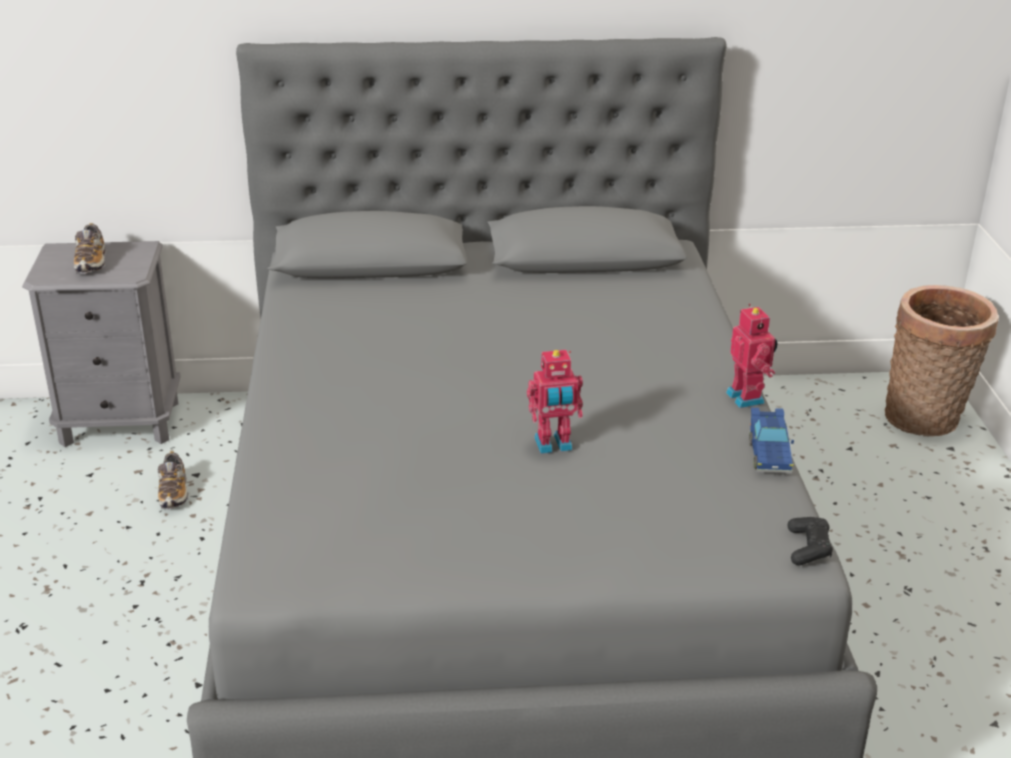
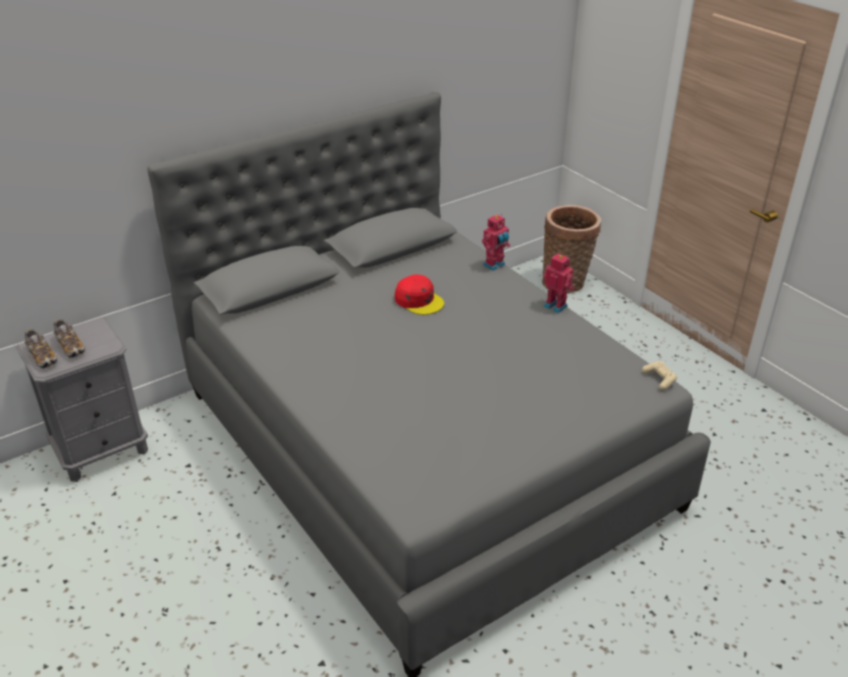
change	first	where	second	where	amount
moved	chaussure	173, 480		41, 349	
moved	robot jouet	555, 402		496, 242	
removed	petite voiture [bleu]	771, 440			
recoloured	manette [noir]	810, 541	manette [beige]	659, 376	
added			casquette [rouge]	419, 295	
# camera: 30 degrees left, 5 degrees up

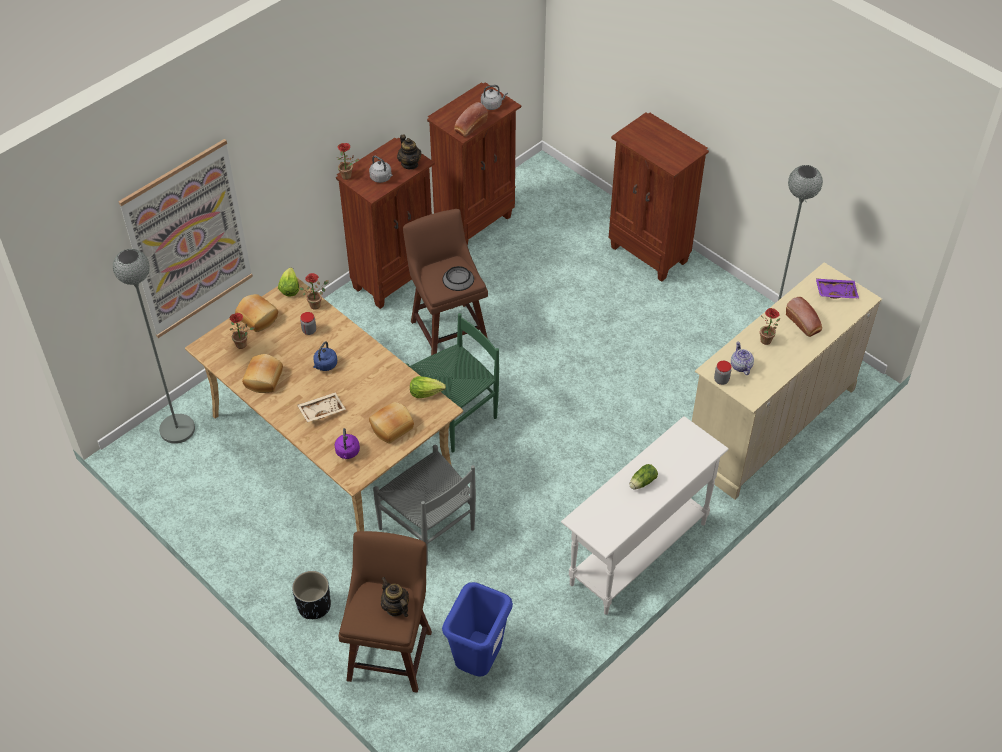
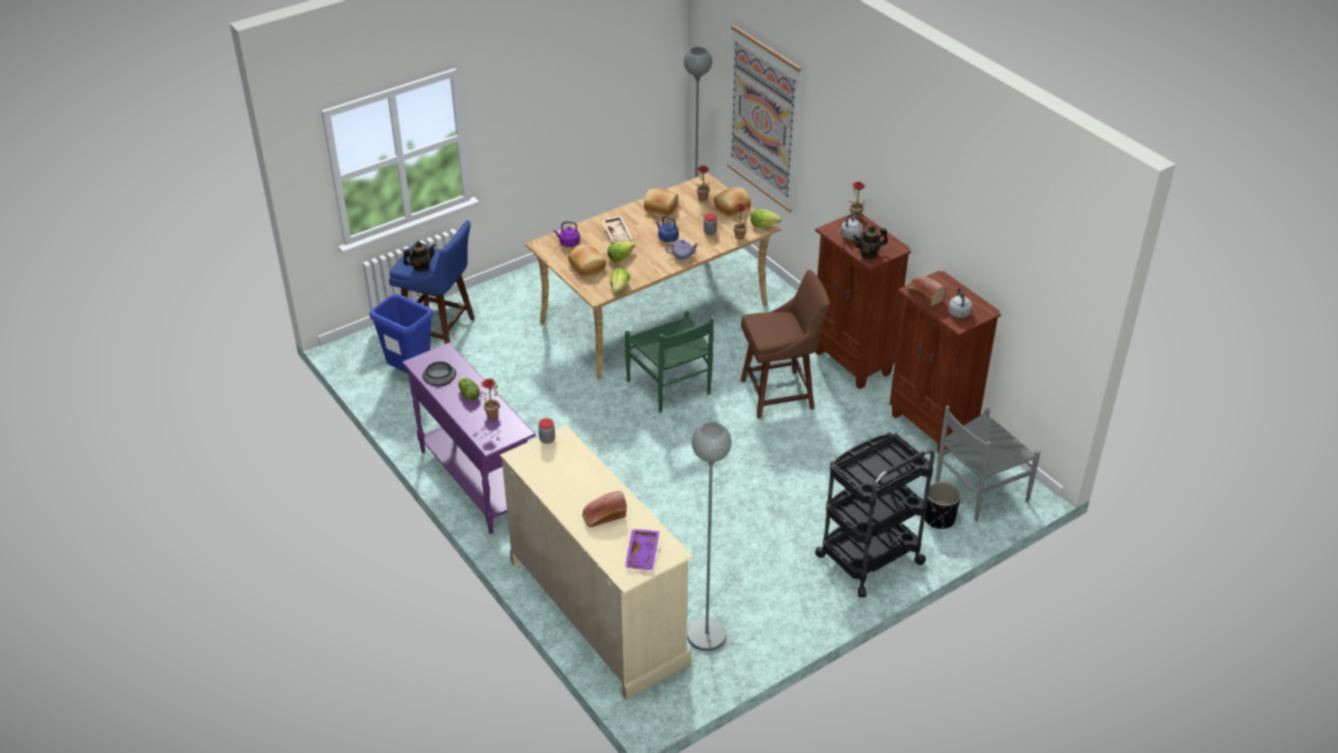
change	first	where	second	where	amount
moved	cache-pot [noir]	311, 595		943, 505	
recoloured	tabouret [marron]	385, 612	tabouret [bleu]	432, 282	
moved	chaise [gris]	424, 505		988, 464	
moved	bol	458, 278		439, 374	
recoloured	table console [blanc]	645, 515	table console [violet]	469, 438	
replaced	meuble de rangement [marron]	659, 197	chariot [noir]	874, 515	
moved	théière	742, 358		682, 250	
moved	plante en pot	770, 326		486, 399	
added			laitue	622, 251	
# camera: 100 degrees right, 10 degrees down

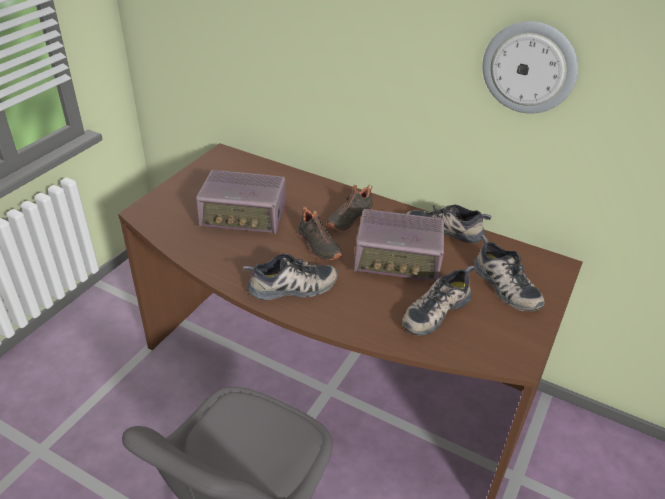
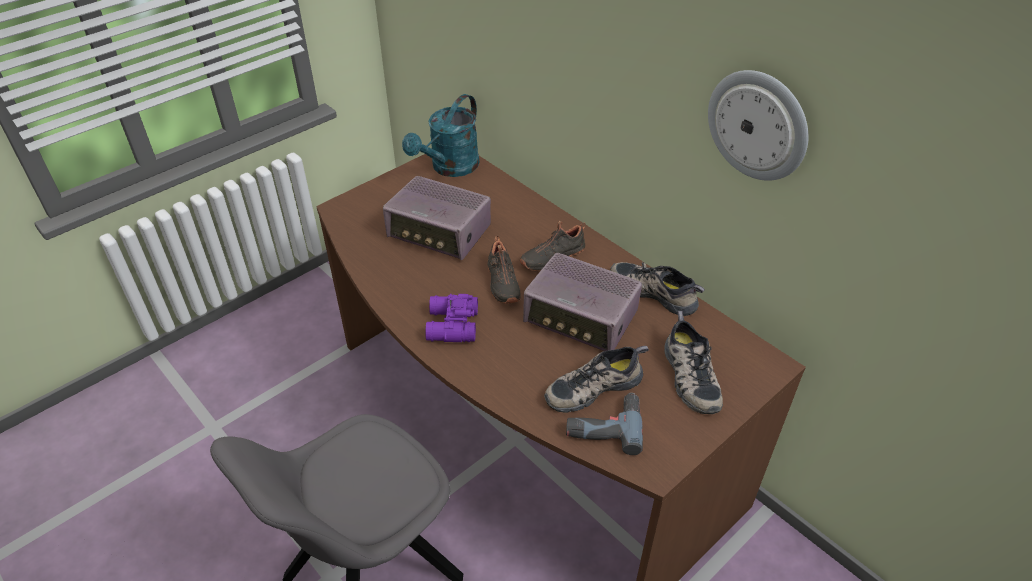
change	first	where	second	where	amount
replaced	chaussure	290, 276	jumelles [violet]	451, 318	
added			arrosoir [turquoise]	441, 135	
added			perceuse	604, 424	
# camera: 20 degrees right, 5 degrees up

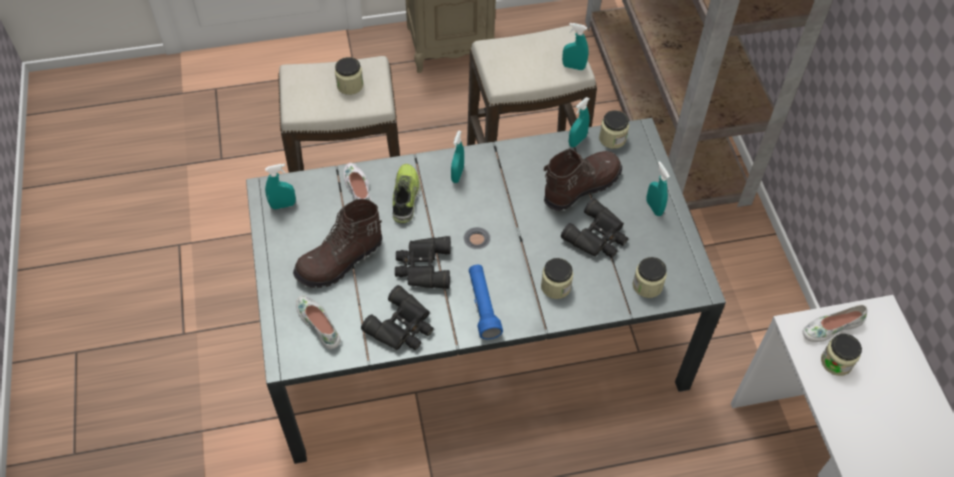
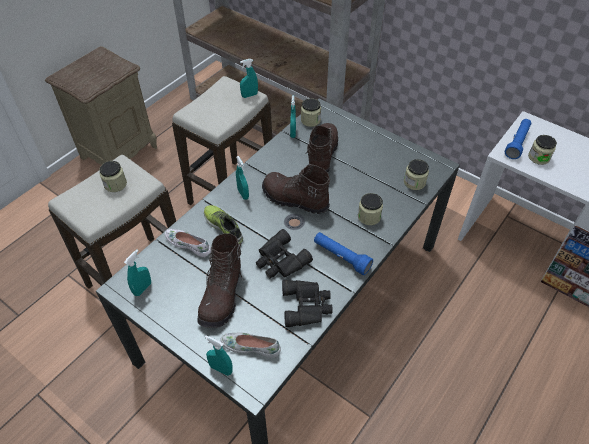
change	first	where	second	where	amount
removed	jumelles [noir]	594, 228			
moved	vaporisateur [turquoise]	658, 188		219, 355	
replaced	chaussure [blanc]	835, 323	lampe de poche [bleu]	518, 139	
added			botte [marron]	296, 189	
# camera: 40 degrees left, 5 degrees down

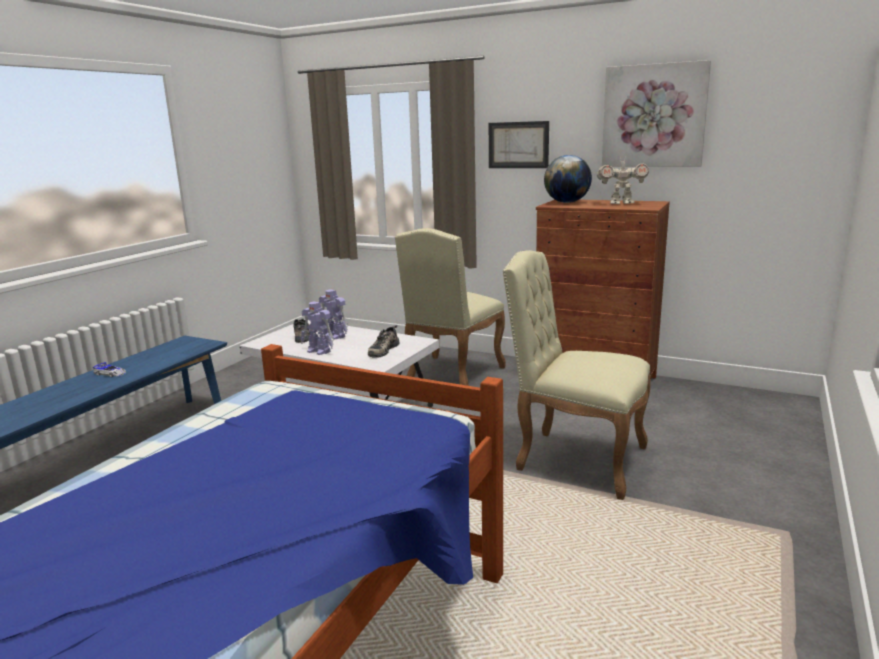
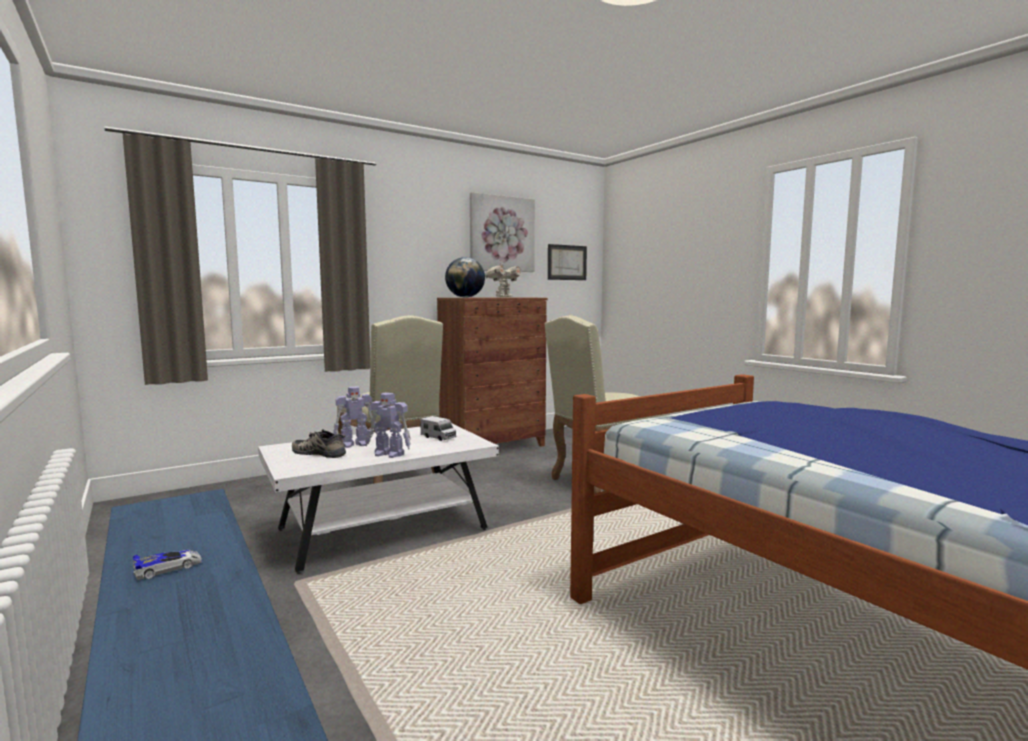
change	first	where	second	where	amount
turned	robot jouet	317, 328		388, 425	45 degrees clockwise
replaced	chaussure	384, 341	camion jouet	439, 428	
moved	tableau	519, 144		567, 262	
# camera: 60 degrees left, 10 degrees down

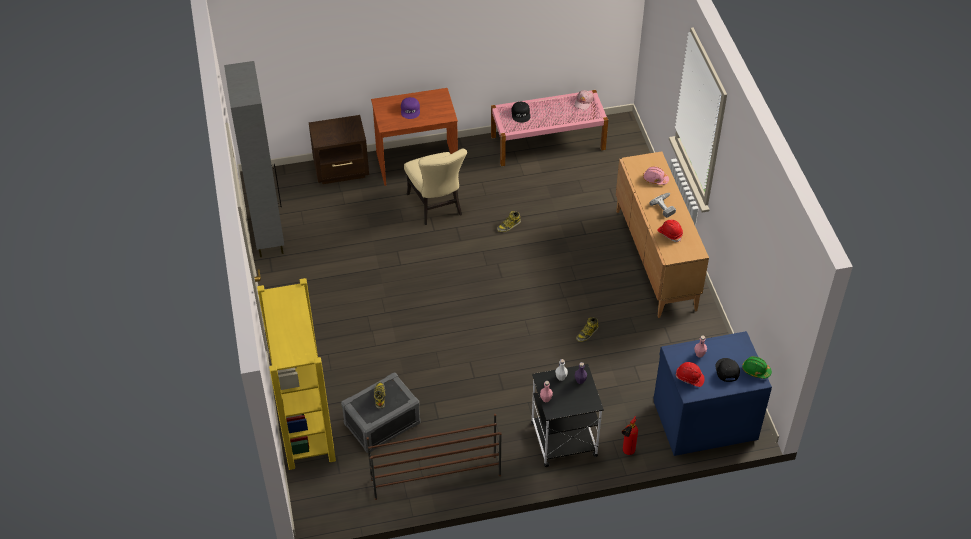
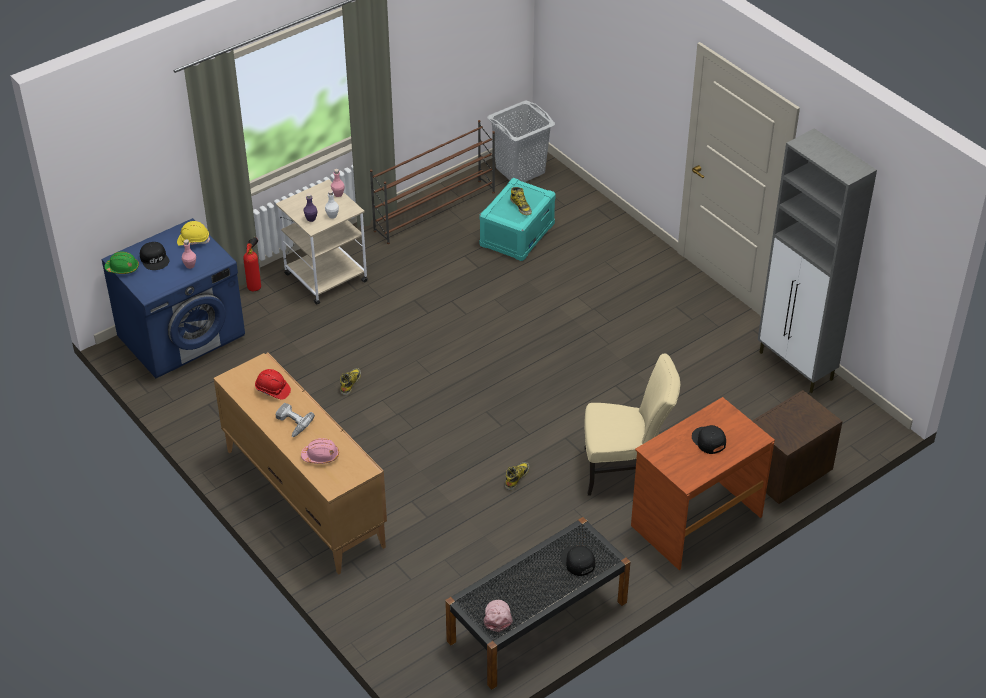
change	first	where	second	where	amount
removed	bibliothèque [jaune]	296, 374			
recoloured	boîte de rangement [gris]	381, 413	boîte de rangement [turquoise]	517, 219	
recoloured	casquette [violet]	410, 108	casquette [noir]	709, 439	
turned	chaise [beige]	435, 186		632, 424	135 degrees clockwise
recoloured	banc [rose]	549, 128	banc [noir]	537, 603	
recoloured	chariot [noir]	567, 415	chariot [beige]	322, 242	
recoloured	casque de chantier [rouge]	690, 374	casque de chantier [jaune]	193, 233	
added			panier à linge [gris]	521, 141	
# camera: 155 degrees right, 5 degrees down

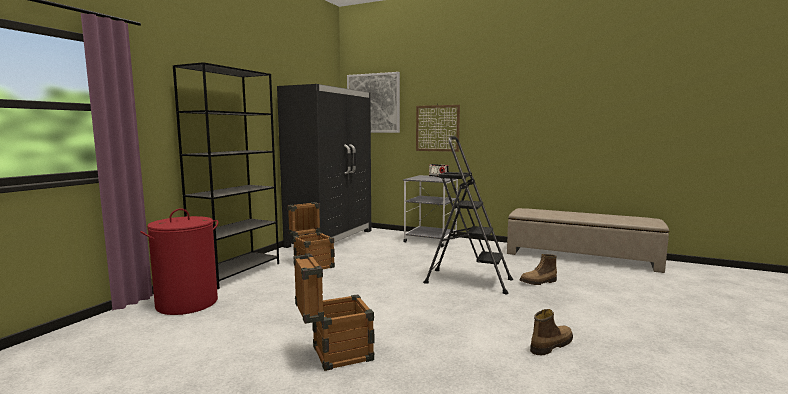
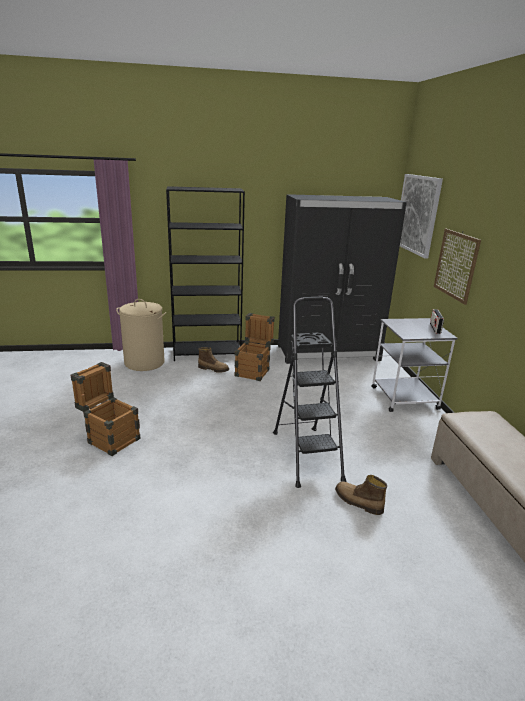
change	first	where	second	where	amount
recoloured	panier à linge [rouge]	179, 262	panier à linge [beige]	141, 335	
moved	botte	551, 332		213, 360	
# camera: 55 degrees right, 15 degrees up

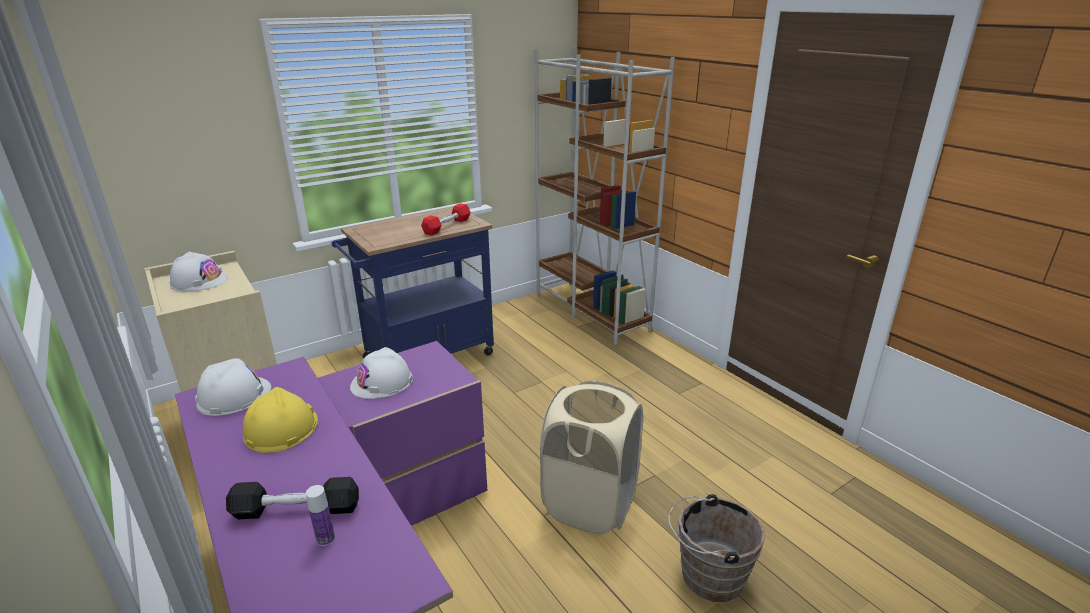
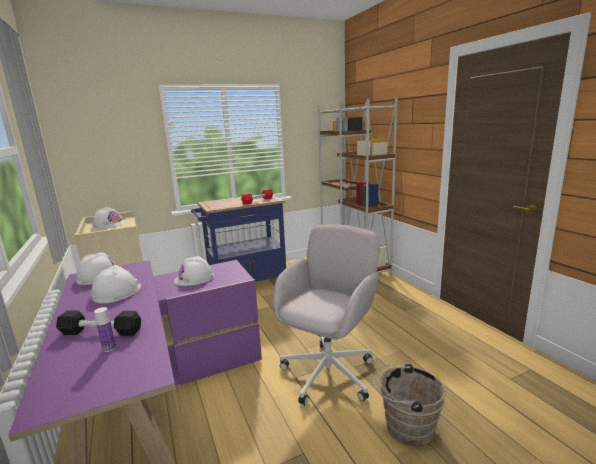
change	first	where	second	where	amount
recoloured	casque de chantier [jaune]	280, 420	casque de chantier [blanc]	116, 284	
replaced	panier à linge [beige]	591, 457	chaise de bureau [gris]	326, 314	
# camera: 10 degrees right, 10 degrees down

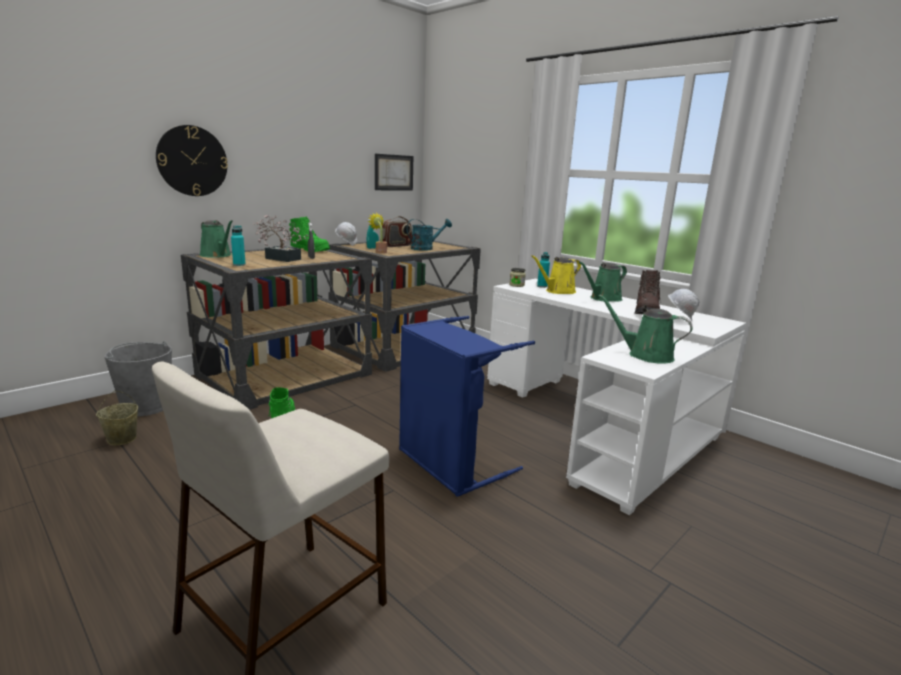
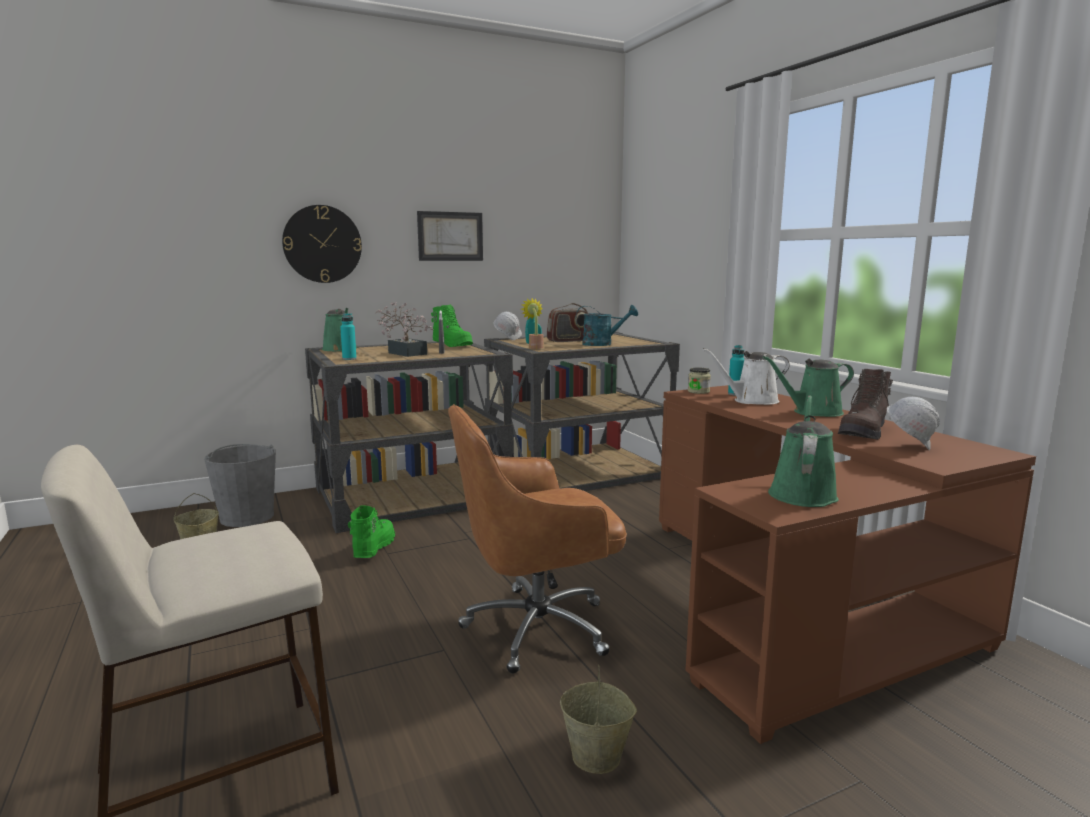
change	first	where	second	where	amount
moved	tableau	394, 172		450, 236	
replaced	panier à linge [bleu]	467, 406	chaise de bureau [marron]	537, 538	
recoloured	bureau [blanc]	616, 397	bureau [marron]	847, 564	
recoloured	arrosoir [jaune]	556, 274	arrosoir [blanc]	746, 376	
turned	arrosoir [vert]	645, 328		803, 451	60 degrees clockwise
added			seau [beige]	598, 719	
# camera: 20 degrees right, 5 degrees down

